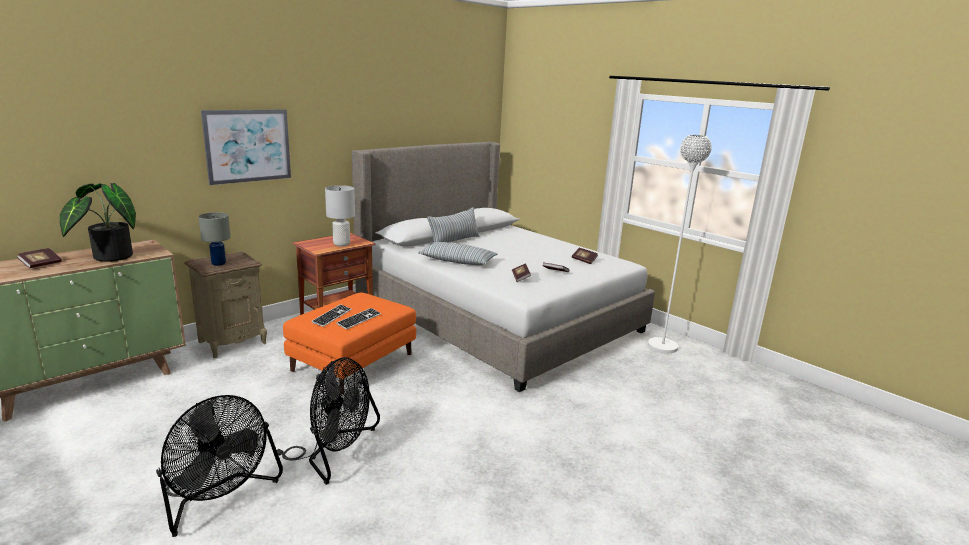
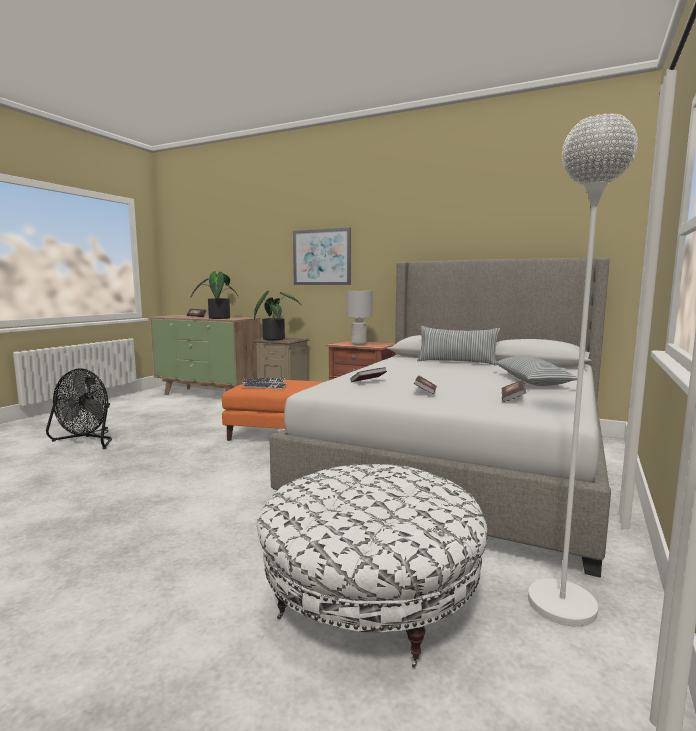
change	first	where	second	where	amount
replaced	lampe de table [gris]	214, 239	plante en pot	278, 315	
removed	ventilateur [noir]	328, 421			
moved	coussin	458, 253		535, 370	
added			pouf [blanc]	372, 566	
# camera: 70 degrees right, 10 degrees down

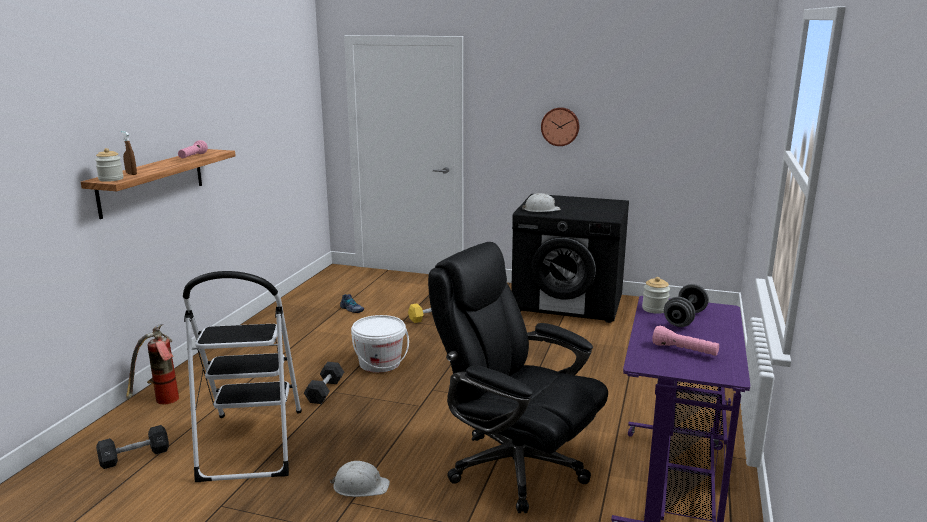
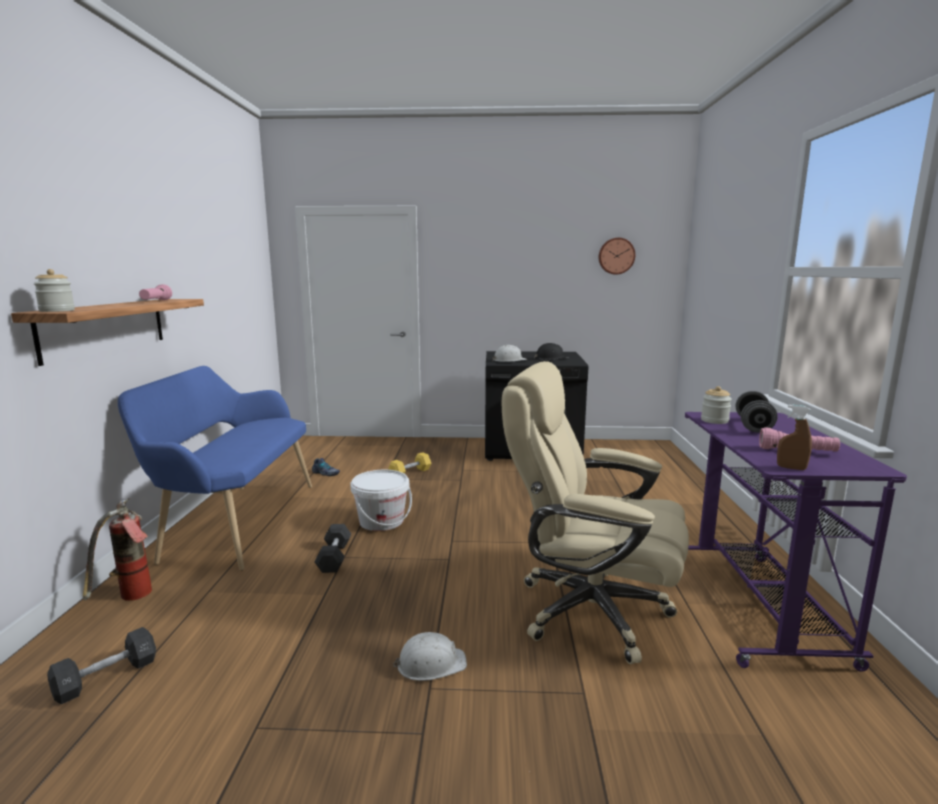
change	first	where	second	where	amount
moved	vaporisateur [marron]	129, 153		794, 437	
removed	escabeau	242, 376			
recoloured	chaise de bureau [noir]	518, 377	chaise de bureau [beige]	595, 512	
moved	horloge murale	560, 126		617, 256	
added			banc [bleu]	215, 468	
added			casque de chantier [noir]	551, 351	
# camera: 15 degrees left, 5 degrees down

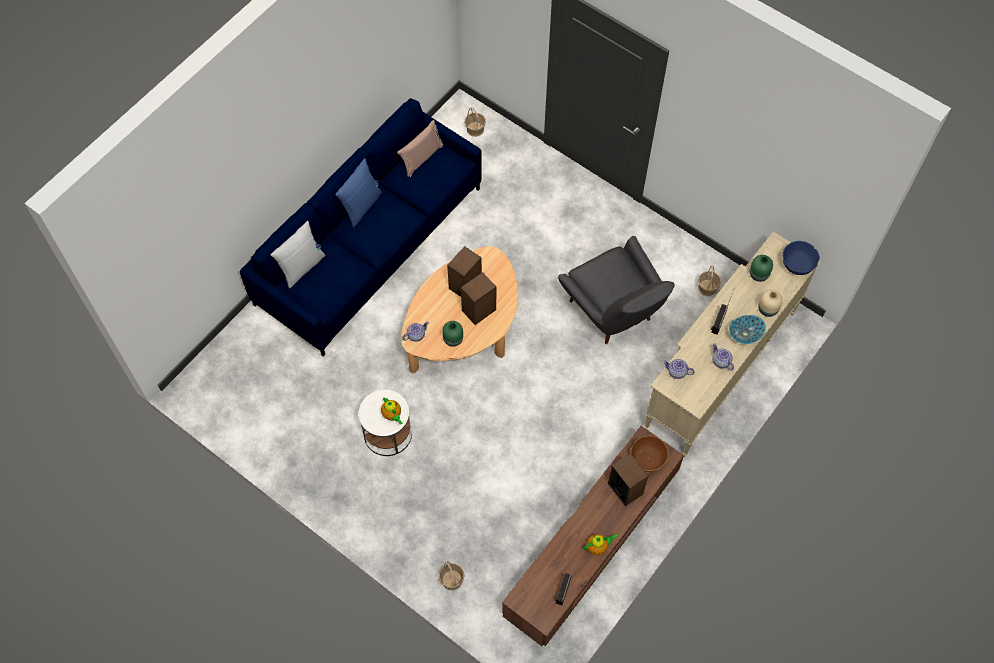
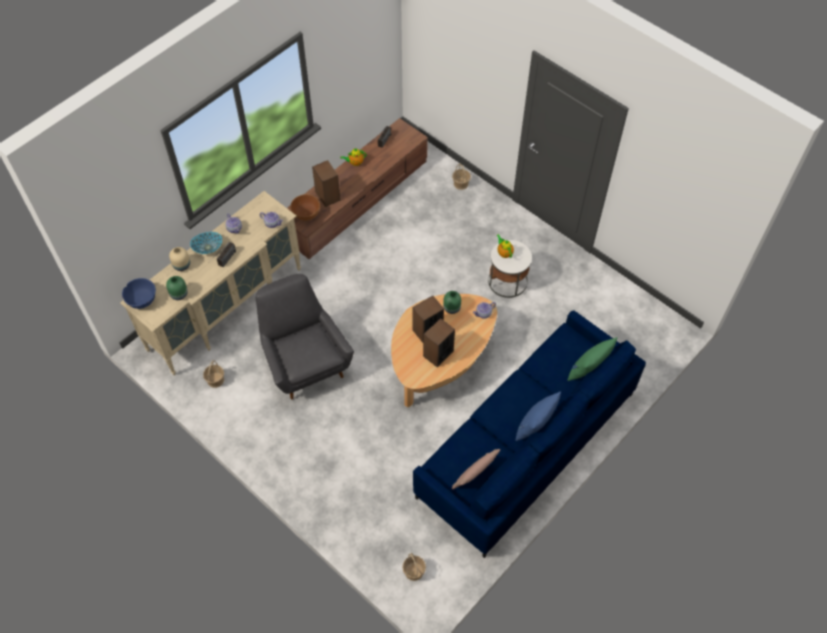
change	first	where	second	where	amount
recoloured	coussin [gris]	297, 255	coussin [vert]	593, 359	
# camera: 175 degrees left, 5 degrees down

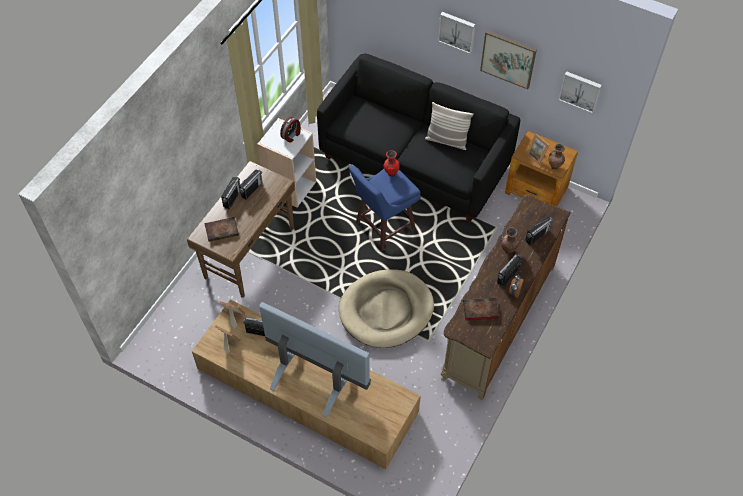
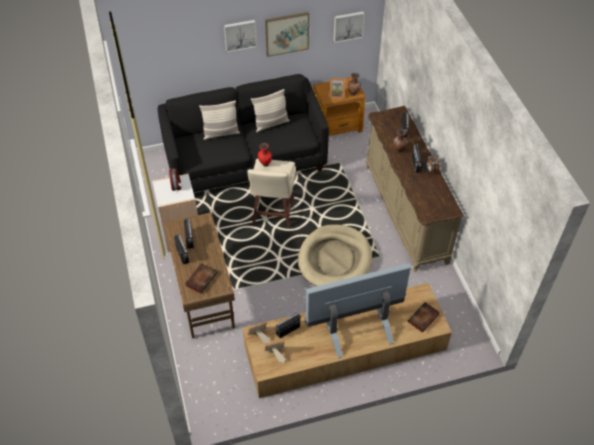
change	first	where	second	where	amount
recoloured	tabouret [bleu]	385, 208	tabouret [beige]	271, 193	
moved	livre	481, 309		424, 317	
added			coussin	219, 120	
# camera: 45 degrees left, 5 degrees down

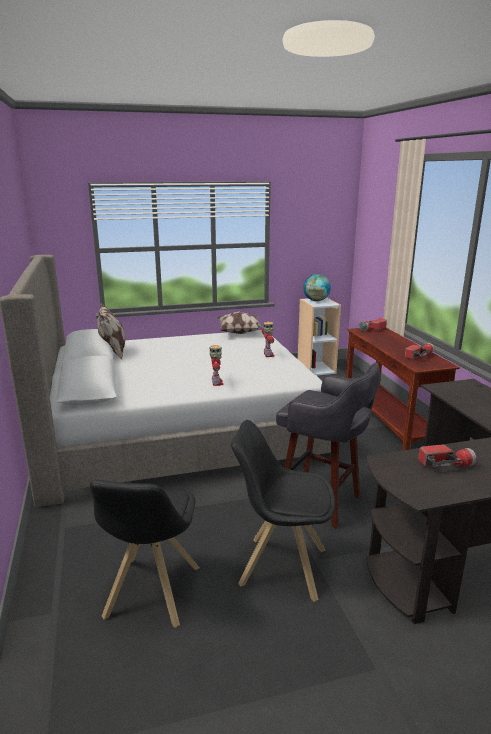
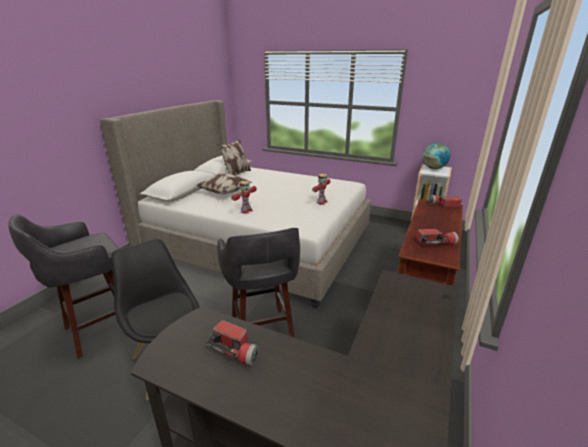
change	first	where	second	where	amount
replaced	chaise [noir]	144, 554	tabouret [gris]	63, 286	
moved	coussin	240, 322		224, 184	
# camera: 40 degrees right, 5 degrees up

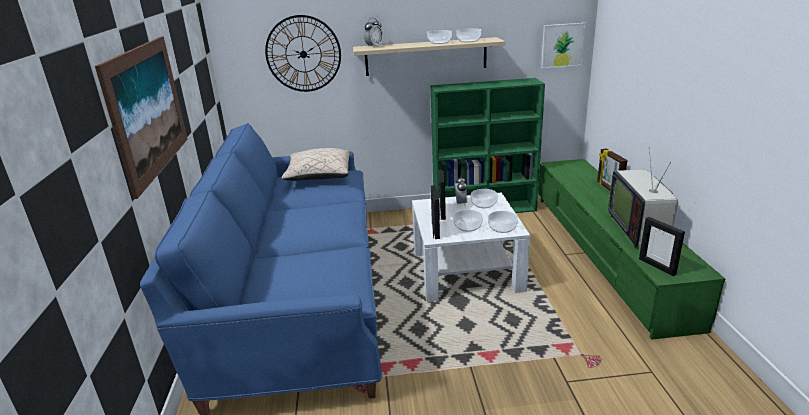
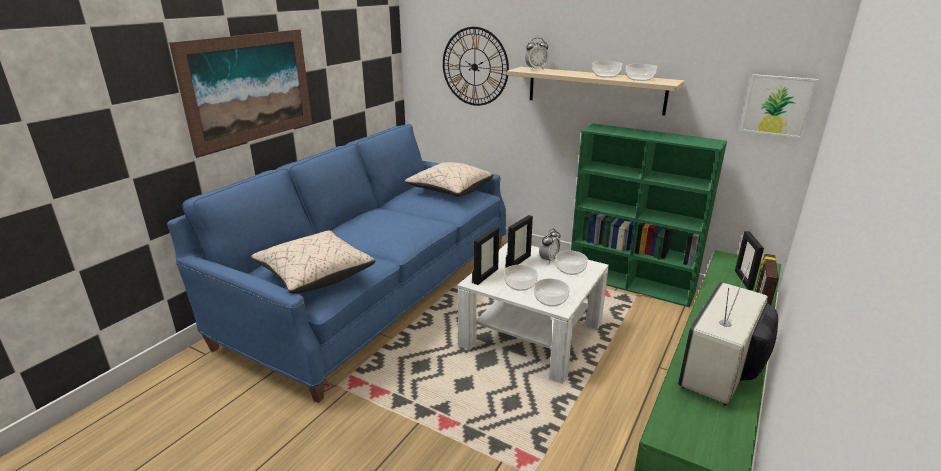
change	first	where	second	where	amount
moved	cadre photo	662, 246		749, 260	
added			coussin [beige]	313, 262	
# camera: 35 degrees right, 0 degrees up

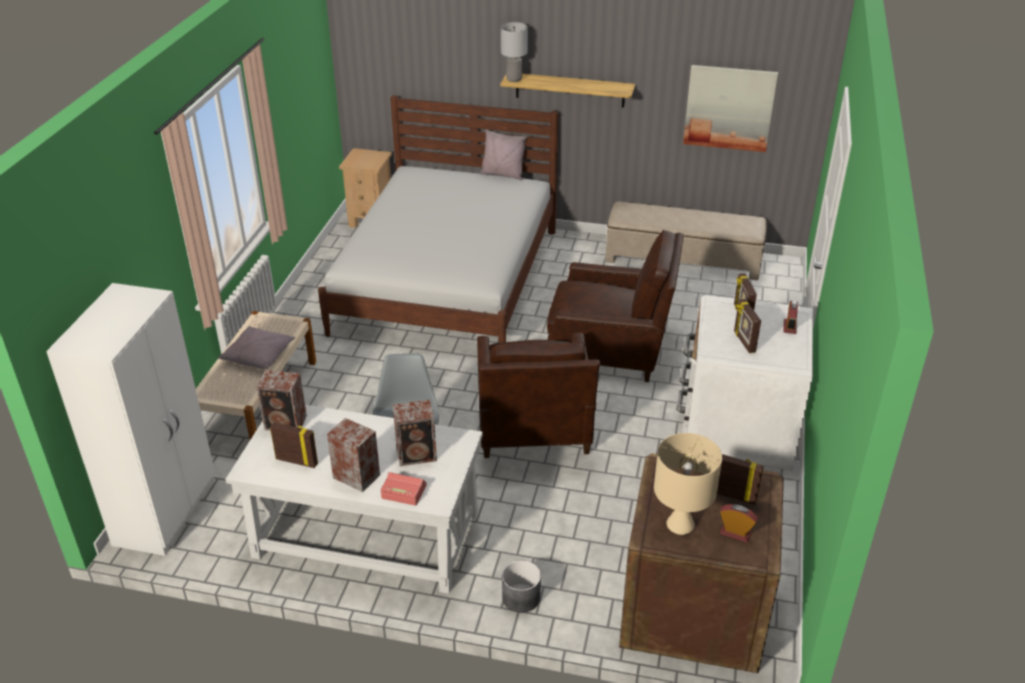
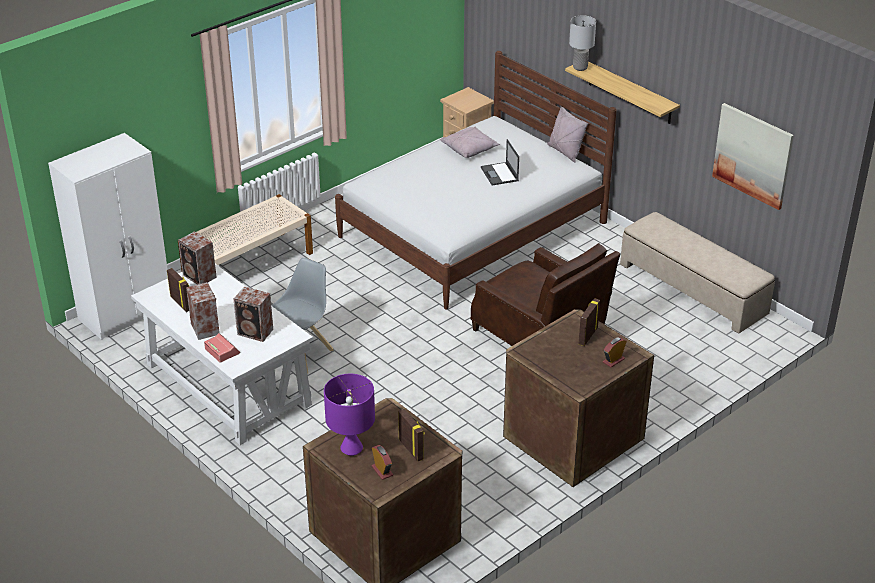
change	first	where	second	where	amount
moved	coussin [violet]	256, 347		470, 142	
removed	fauteuil [marron]	538, 395			
removed	cache-pot [gris]	521, 586			
recoloured	lampe de table [beige]	688, 484	lampe de table [violet]	349, 415	
recoloured	commode [blanc]	744, 383	commode [marron]	578, 398	
removed	cadre photo	747, 326			
added			ordinateur portable	500, 162	
# camera: 35 degrees right, 0 degrees up

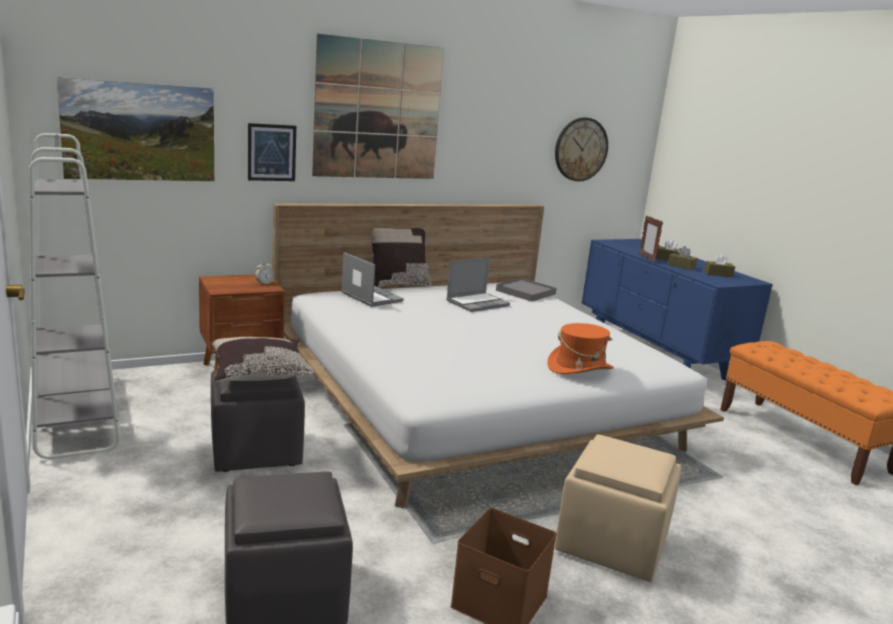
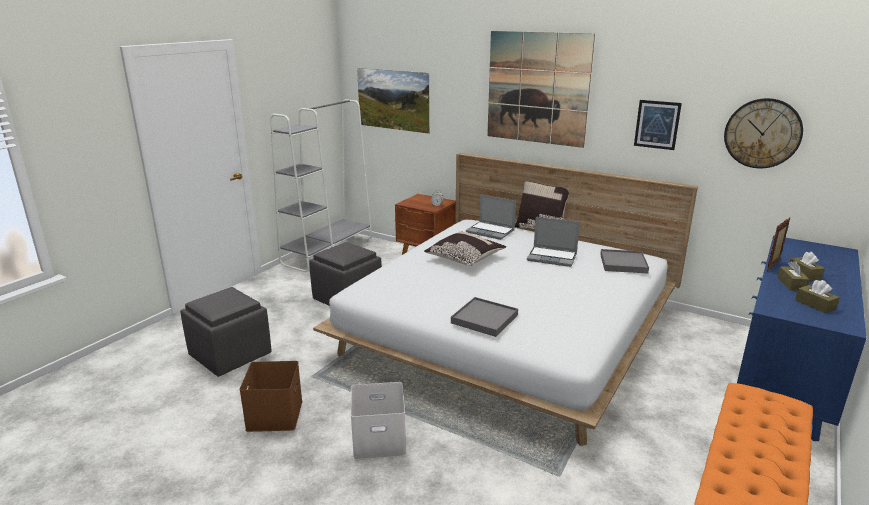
change	first	where	second	where	amount
moved	coussin	262, 359		465, 248	
moved	tableau	272, 152		658, 125	
turned	ordinateur portable	372, 279		491, 217	105 degrees clockwise
replaced	chapeau [orange]	580, 348	plateau [gris]	484, 317	
replaced	pouf [beige]	618, 508	boîte de rangement [blanc]	378, 421	
# camera: 60 degrees right, 5 degrees up

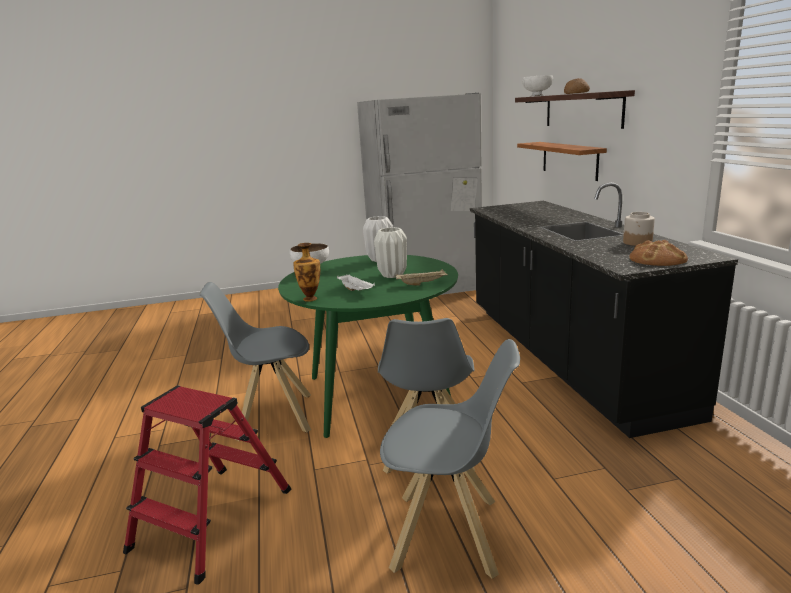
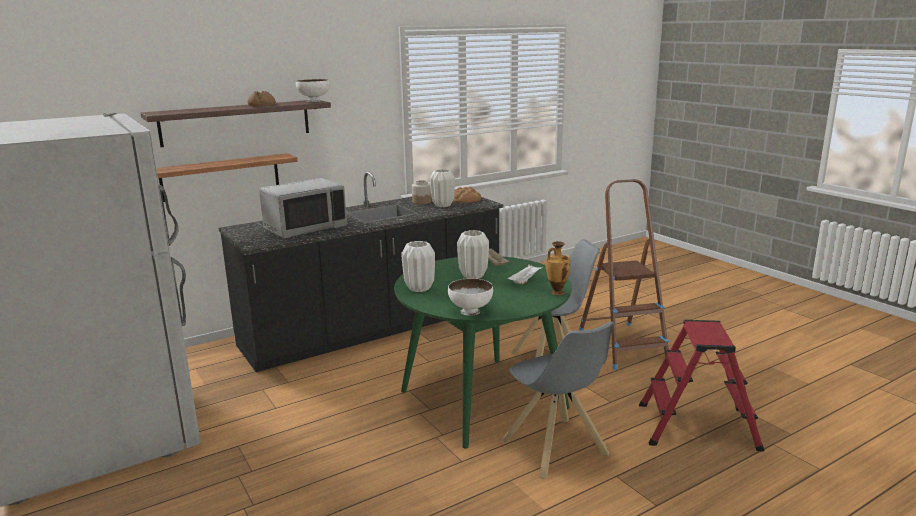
change	first	where	second	where	amount
replaced	chaise [gris]	450, 459	escabeau [marron]	624, 274	
moved	bol [blanc]	537, 85		313, 90	
added			micro-ondes [gris]	303, 208	
added			vase [blanc]	442, 188	
# camera: 110 degrees left, 0 degrees up

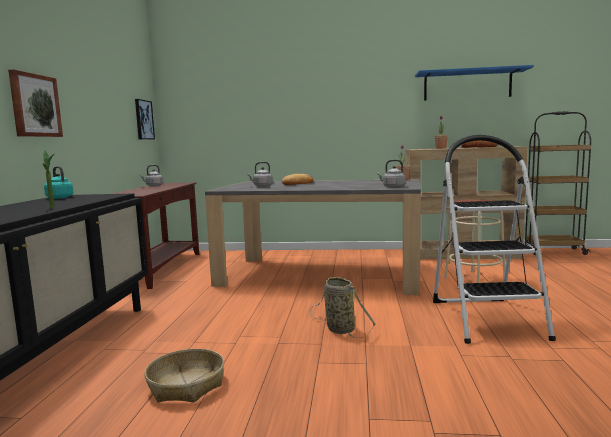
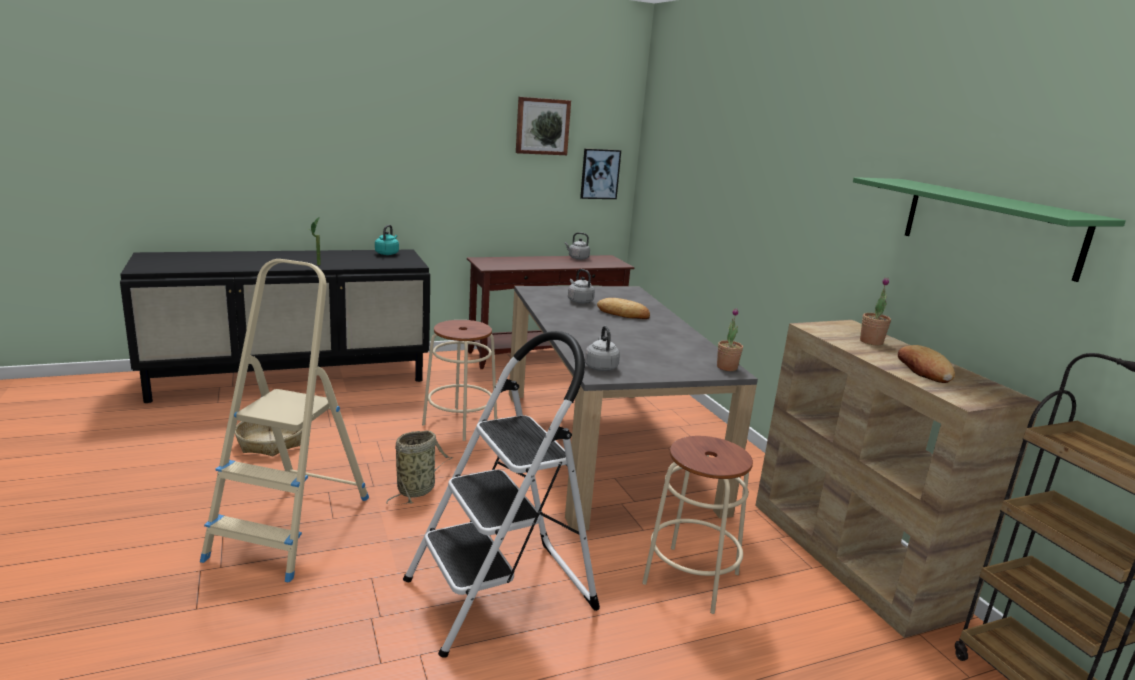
change	first	where	second	where	amount
moved	tableau	35, 103		543, 126	
recoloured	étagère [bleu]	474, 82	étagère [vert]	989, 229	
added			escabeau [beige]	284, 420	
added			tabouret [beige]	459, 380	
# camera: 60 degrees right, 10 degrees up

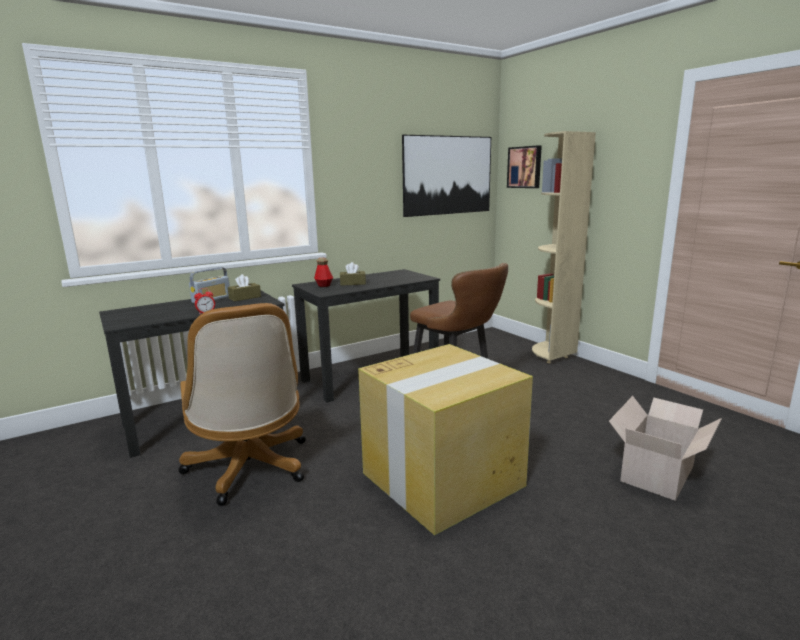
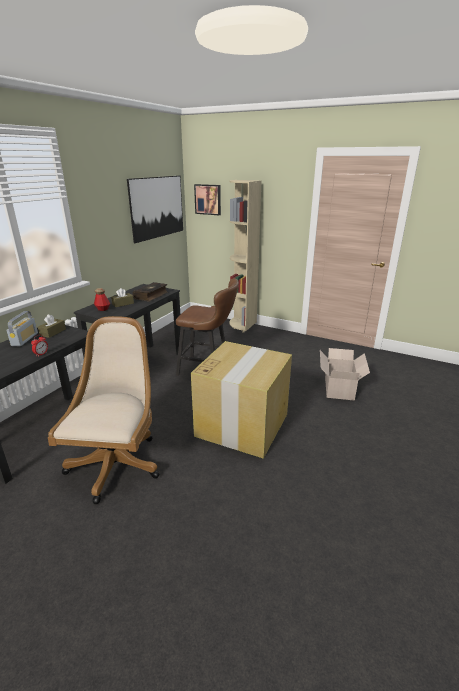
change	first	where	second	where	amount
turned	chaise de bureau	242, 404		103, 410	120 degrees counterclockwise
added			livre	150, 292	
# camera: 30 degrees left, 10 degrees up

